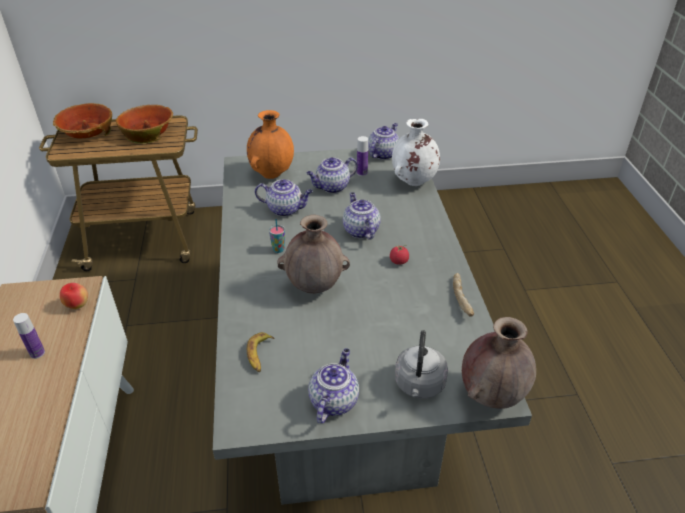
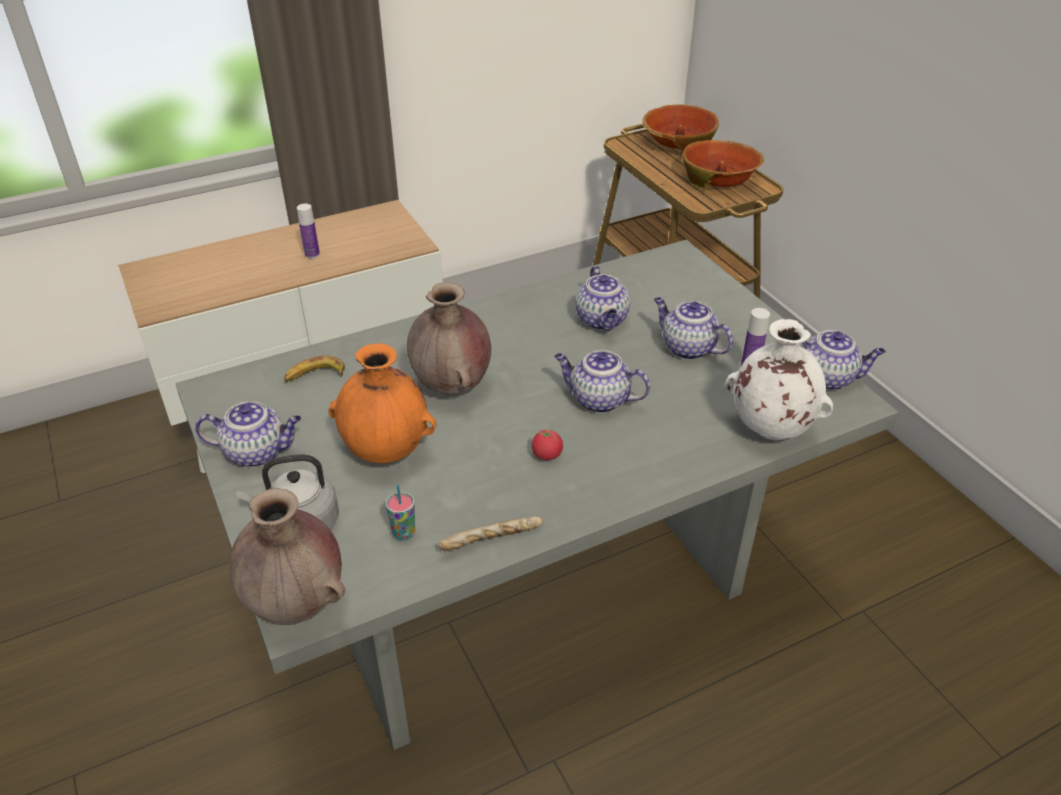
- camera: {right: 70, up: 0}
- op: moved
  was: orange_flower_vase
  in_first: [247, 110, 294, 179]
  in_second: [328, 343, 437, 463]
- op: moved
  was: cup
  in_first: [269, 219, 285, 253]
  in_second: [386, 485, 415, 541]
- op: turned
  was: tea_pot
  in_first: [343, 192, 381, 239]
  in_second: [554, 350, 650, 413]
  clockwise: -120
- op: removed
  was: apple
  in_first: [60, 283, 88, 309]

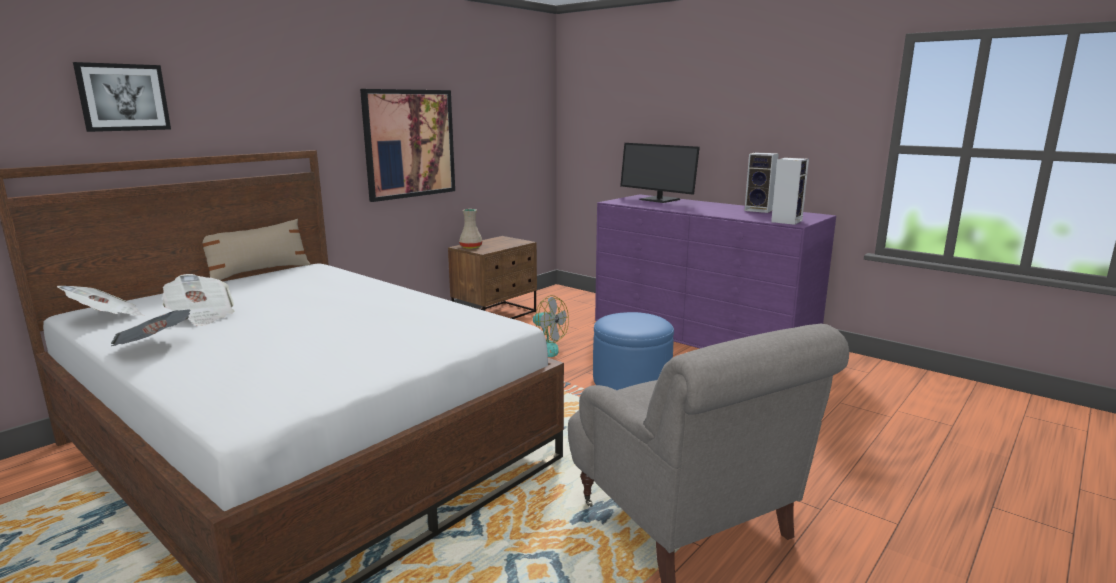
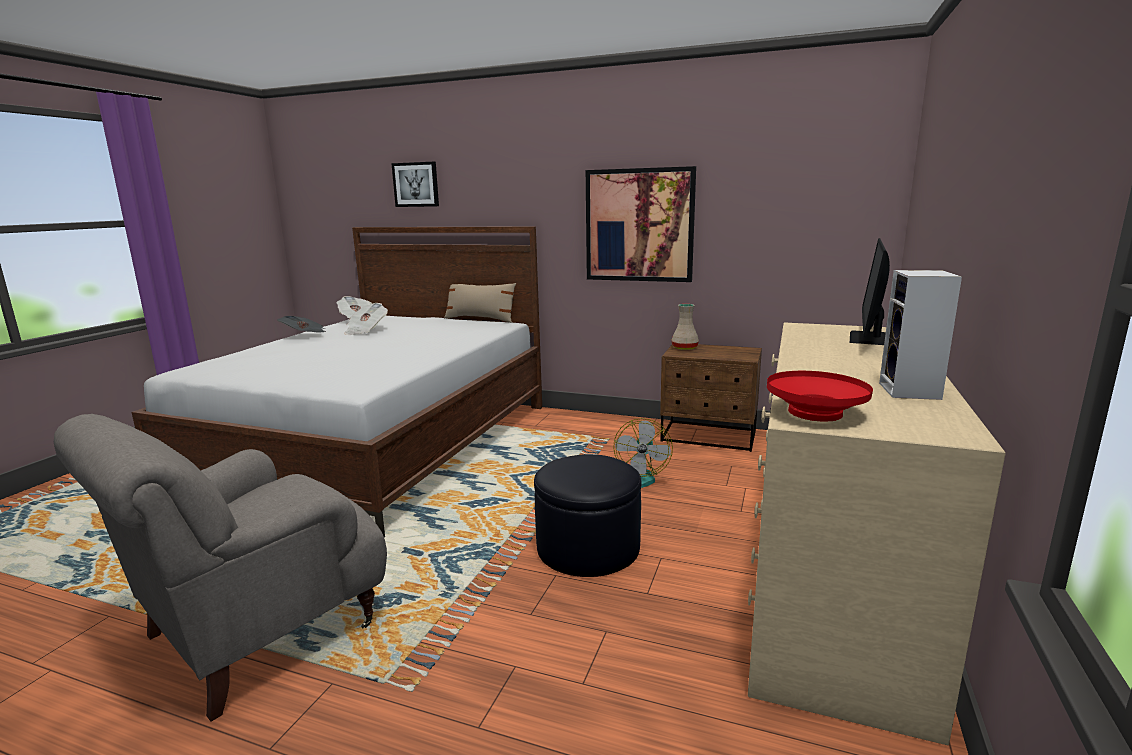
- camera: {right: 70, up: 0}
- op: recoloured
  was: blue_ottoman
  now: black-coloured_ottoman
  in_first: [593, 312, 674, 390]
  in_second: [534, 454, 641, 577]
- op: recoloured
  was: purplish_drawer_chest
  now: sand-coloured_drawer_chest
  in_first: [595, 194, 836, 348]
  in_second: [748, 323, 1006, 745]
- op: replaced
  was: audio_speaker
  now: red_bowl
  in_first: [771, 158, 809, 225]
  in_second: [767, 371, 873, 422]

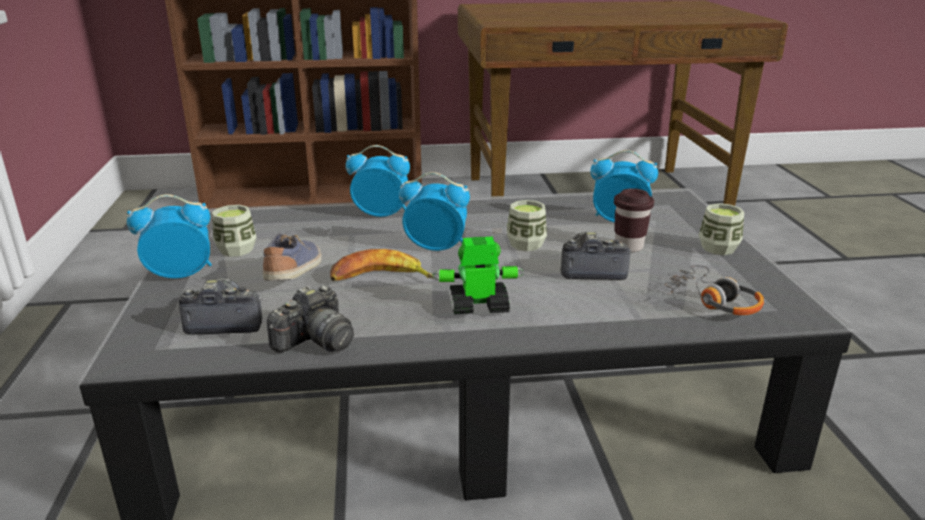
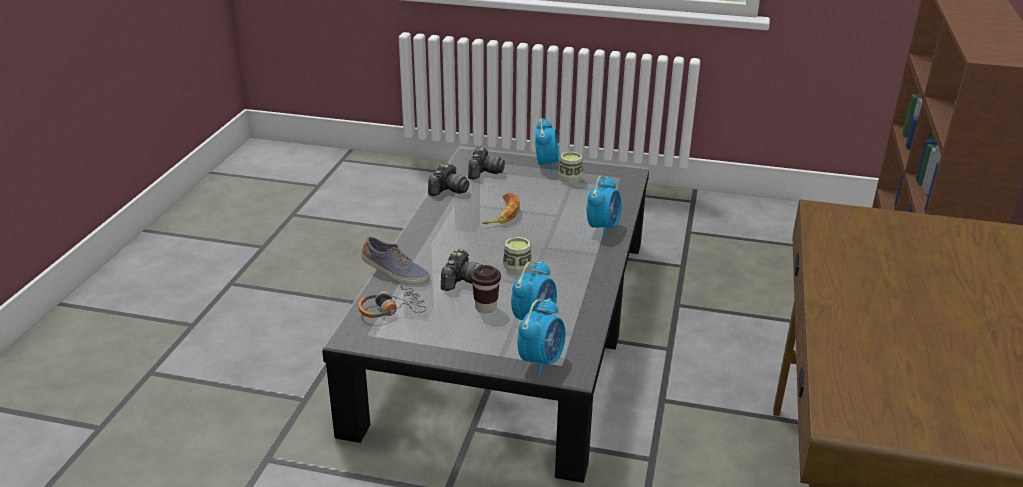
- camera: {right: 110, up: 5}
- op: moved
  was: shoe
  in_first: [263, 233, 322, 281]
  in_second: [361, 236, 430, 285]
- op: turned
  was: still_camera
  in_first: [267, 285, 354, 353]
  in_second: [428, 163, 469, 196]
  clockwise: -120
- op: moved
  was: alarm_clock
  in_first: [399, 172, 470, 251]
  in_second: [517, 298, 565, 376]
- op: removed
  was: toy_robot
  in_first: [432, 237, 524, 315]
- op: removed
  was: cup
  in_first: [699, 203, 744, 255]

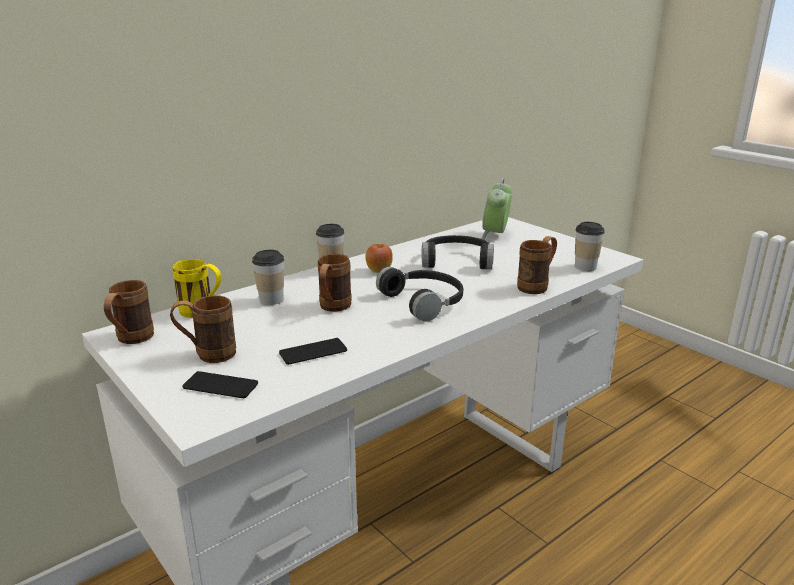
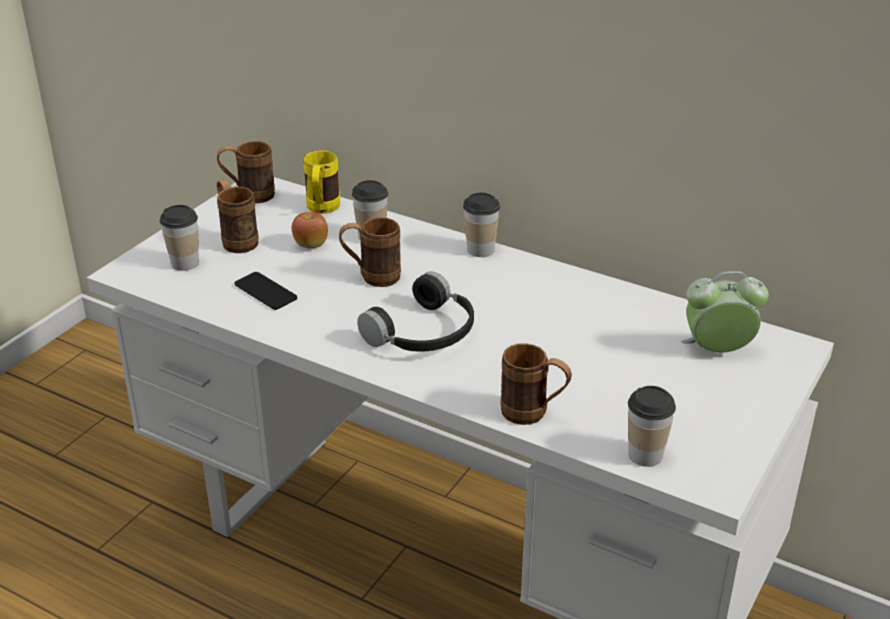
- camera: {right: 70, up: 10}
- op: replaced
  was: phone
  now: cup
  in_first: [182, 371, 258, 398]
  in_second: [160, 205, 199, 271]
- op: moved
  was: apple
  in_first: [366, 244, 393, 273]
  in_second: [292, 212, 328, 249]
- op: removed
  was: black-coloured_headset
  in_first: [421, 235, 494, 269]

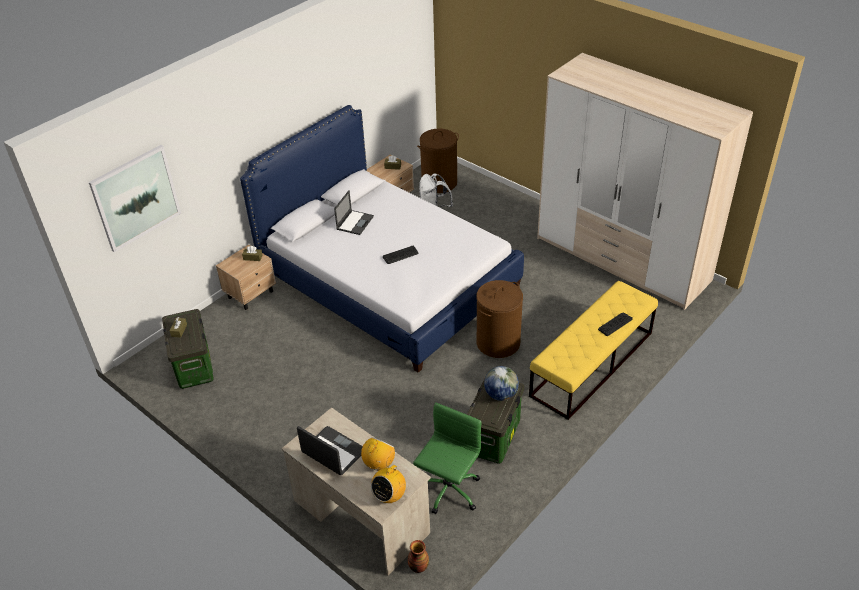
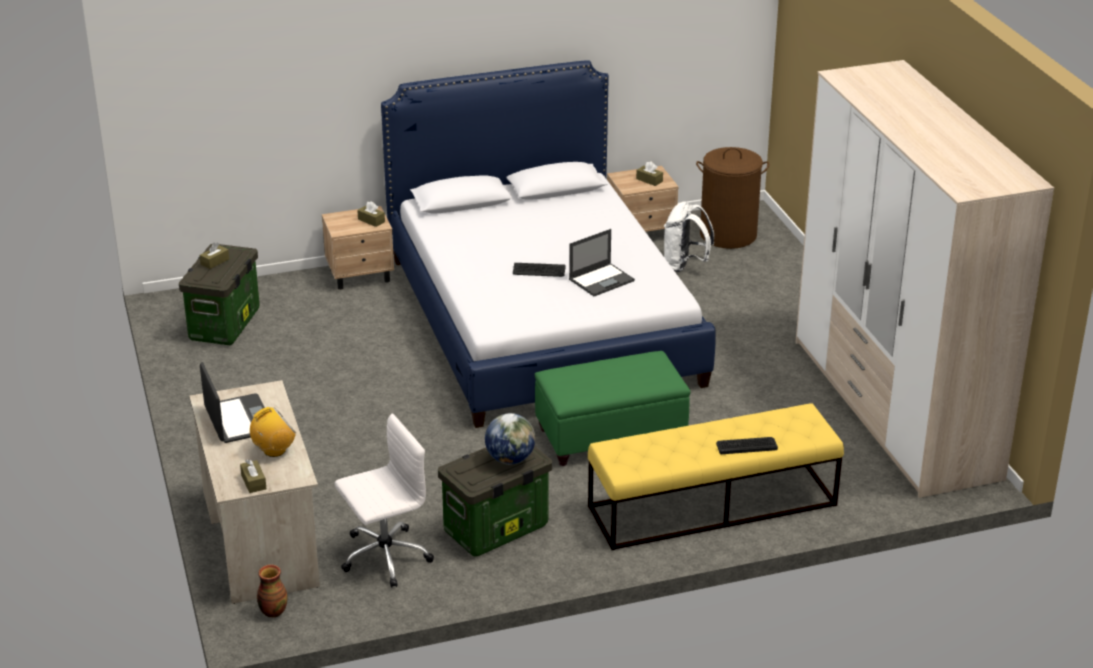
- camera: {right: 30, up: -10}
- op: replaced
  was: radio
  now: brownish_tissue_holder
  in_first: [371, 461, 406, 503]
  in_second: [240, 459, 267, 493]
- op: recoloured
  was: greenish_desk_chair
  now: whitish_desk_chair
  in_first: [413, 402, 481, 514]
  in_second: [334, 413, 434, 587]
- op: replaced
  was: brownish_laundry_basket
  now: greenish_ottoman
  in_first: [476, 280, 523, 358]
  in_second: [535, 351, 691, 466]
- op: moved
  was: laptop
  in_first: [334, 190, 374, 235]
  in_second: [569, 229, 635, 296]
- op: removed
  was: wall_picture
  in_first: [89, 145, 181, 252]

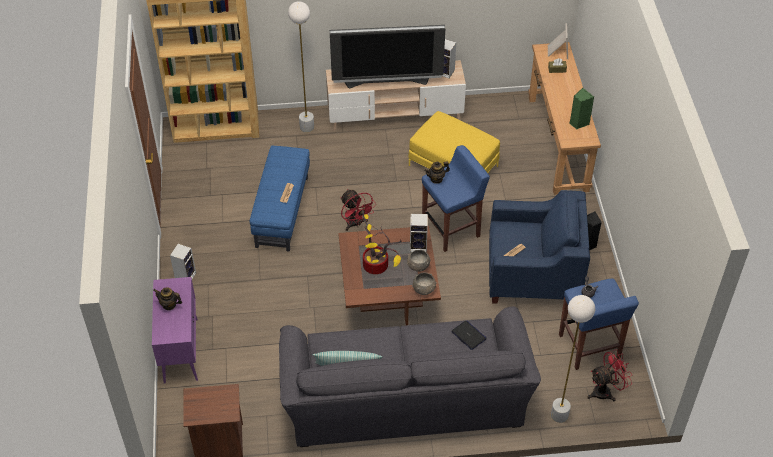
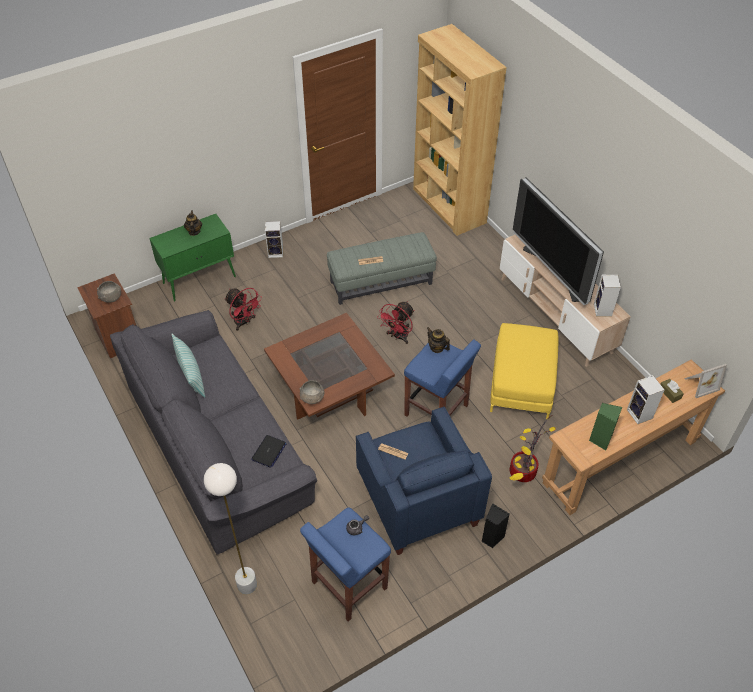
- camera: {right: 65, up: 0}
- op: moved
  was: grey_bowl
  in_first: [407, 250, 431, 272]
  in_second: [97, 281, 121, 303]
- op: recoloured
  was: purplish_storage_cabinet
  now: greenish_storage_cabinet
  in_first: [152, 277, 198, 384]
  in_second: [149, 214, 236, 301]
- op: moved
  was: red_electric_fan
  in_first: [587, 350, 632, 402]
  in_second: [224, 288, 262, 331]
- op: recoloured
  was: blue_ottoman
  now: grey_ottoman
  in_first: [250, 146, 310, 252]
  in_second: [327, 232, 437, 305]
- op: moved
  was: houseplant
  in_first: [362, 204, 401, 274]
  in_second: [509, 415, 556, 482]
- op: moved
  was: audio_speaker
  in_first: [410, 214, 428, 253]
  in_second: [627, 375, 664, 424]
- op: removed
  was: whitish_floor_lamp
  in_first: [288, 1, 314, 132]

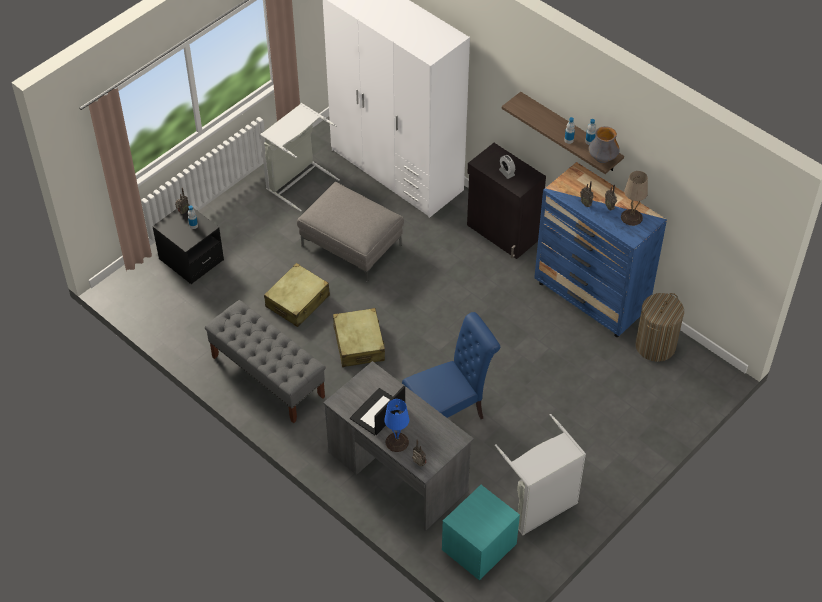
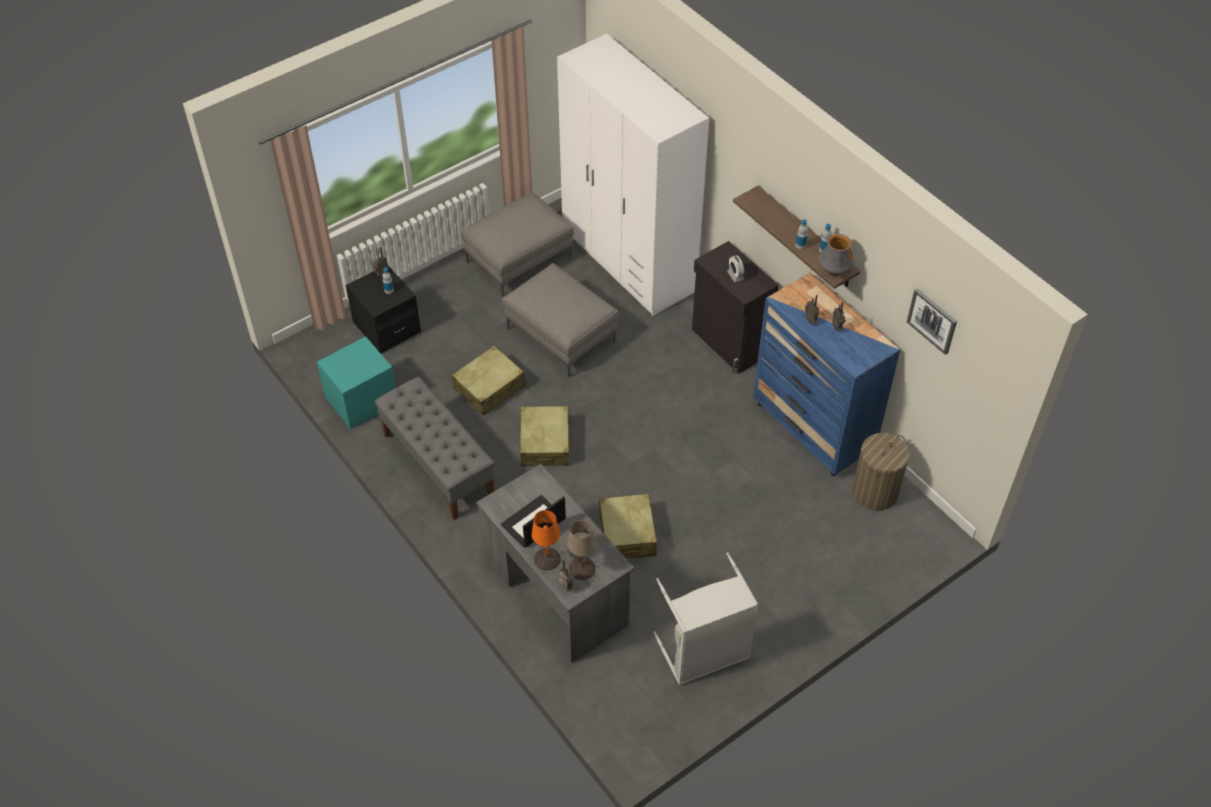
- camera: {right: 10, up: 0}
- op: moved
  was: blue-green_bedside_table
  in_first: [442, 485, 520, 581]
  in_second: [317, 336, 396, 429]
- op: replaced
  was: grey_laundry_basket
  now: grey_ottoman
  in_first: [260, 103, 340, 212]
  in_second: [461, 192, 574, 297]
- op: recoloured
  was: blue_table_lamp
  now: orange_table_lamp
  in_first: [384, 399, 409, 452]
  in_second: [532, 510, 561, 570]
- op: moved
  was: sand-coloured_table_lamp
  in_first: [621, 171, 648, 226]
  in_second: [567, 520, 596, 580]
- op: replaced
  was: blue_chair
  now: sand-coloured_piece_of_luggage
  in_first: [402, 312, 500, 419]
  in_second: [598, 494, 657, 559]
- op: added
  now: wall_picture
  in_second: [907, 289, 957, 355]

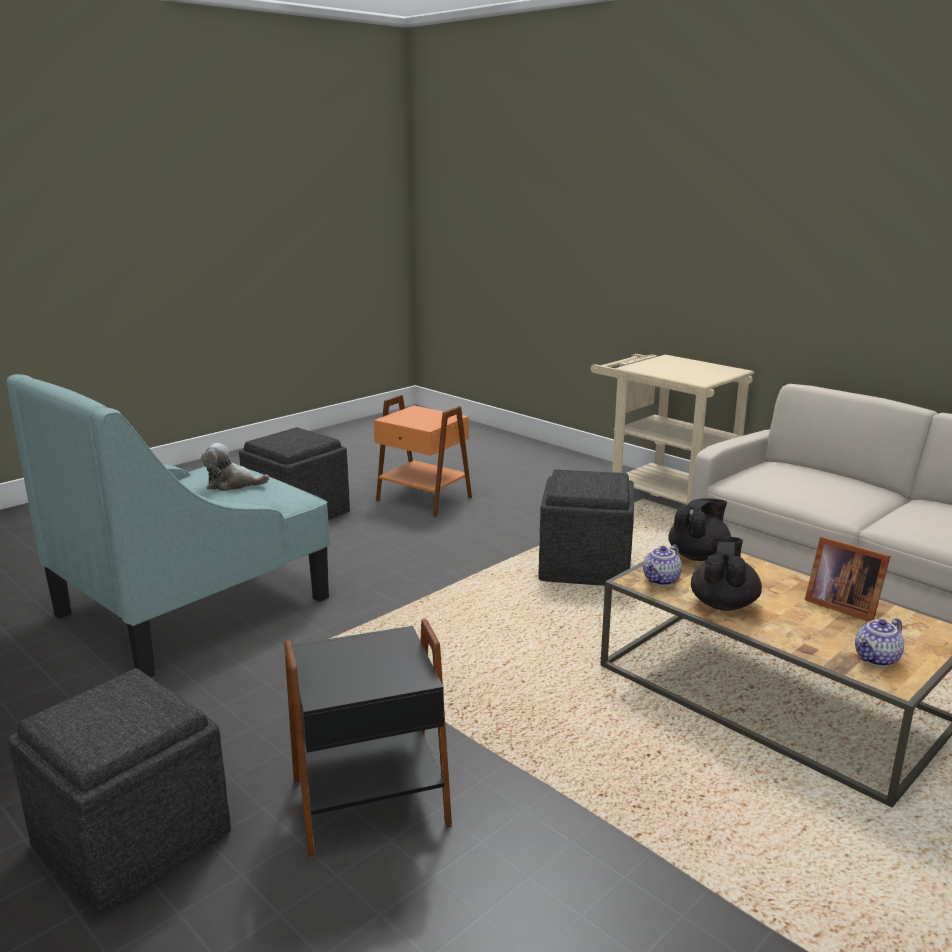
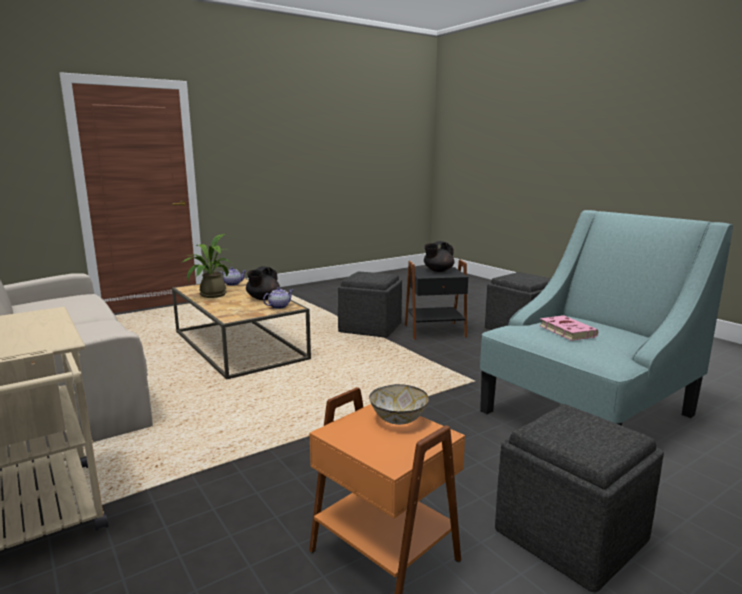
- camera: {right: -170, up: -5}
- op: replaced
  was: picture_frame
  now: houseplant
  in_first: [805, 536, 890, 621]
  in_second: [181, 234, 233, 298]
- op: moved
  was: grey_ottoman
  in_first: [539, 469, 634, 586]
  in_second: [337, 271, 402, 338]
- op: added
  now: bowl
  in_second: [369, 384, 429, 425]
- op: moved
  was: black-coloured_tea_pot
  in_first: [668, 498, 731, 561]
  in_second: [424, 241, 454, 272]
- op: replaced
  was: soft_toy
  now: pink_volume
  in_first: [201, 443, 269, 491]
  in_second: [539, 315, 598, 341]

